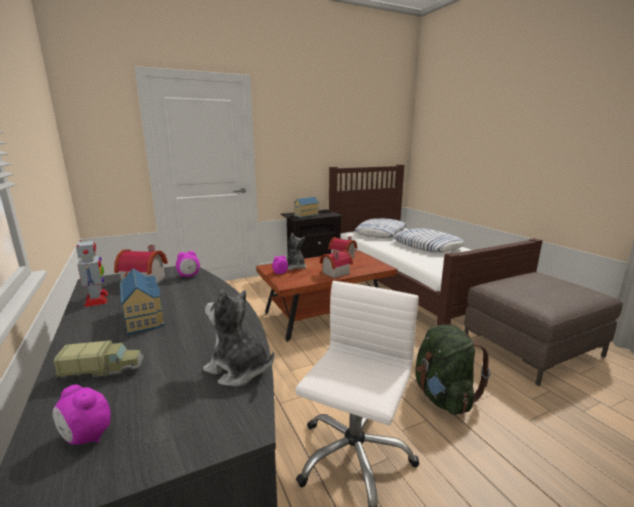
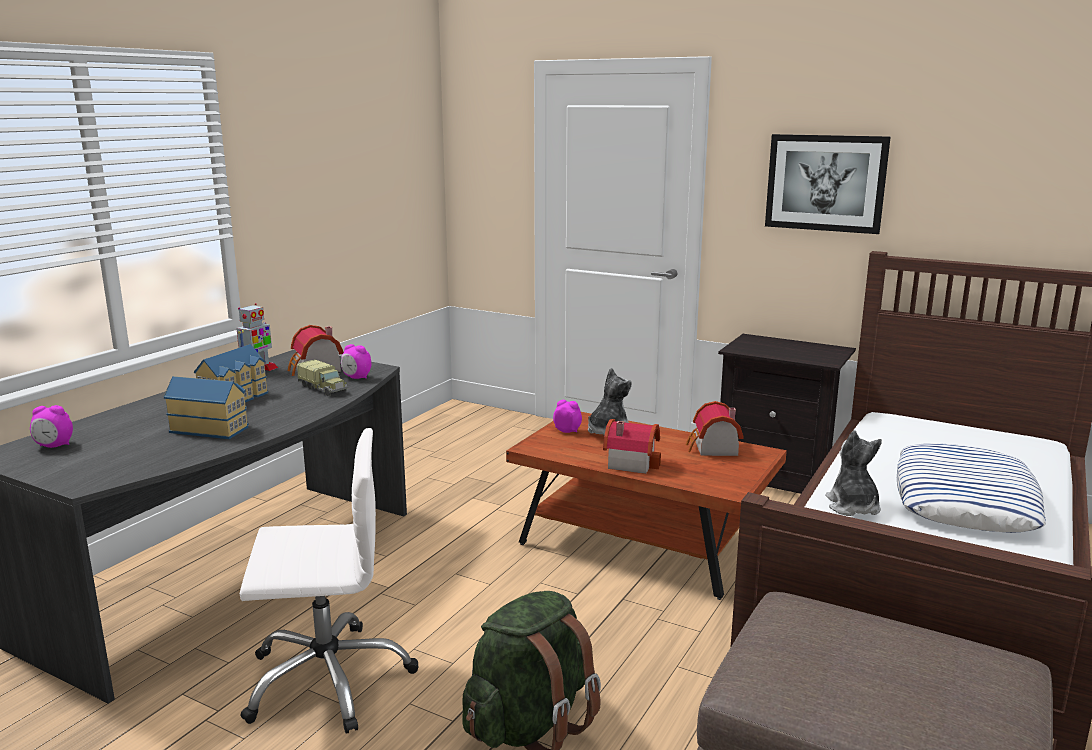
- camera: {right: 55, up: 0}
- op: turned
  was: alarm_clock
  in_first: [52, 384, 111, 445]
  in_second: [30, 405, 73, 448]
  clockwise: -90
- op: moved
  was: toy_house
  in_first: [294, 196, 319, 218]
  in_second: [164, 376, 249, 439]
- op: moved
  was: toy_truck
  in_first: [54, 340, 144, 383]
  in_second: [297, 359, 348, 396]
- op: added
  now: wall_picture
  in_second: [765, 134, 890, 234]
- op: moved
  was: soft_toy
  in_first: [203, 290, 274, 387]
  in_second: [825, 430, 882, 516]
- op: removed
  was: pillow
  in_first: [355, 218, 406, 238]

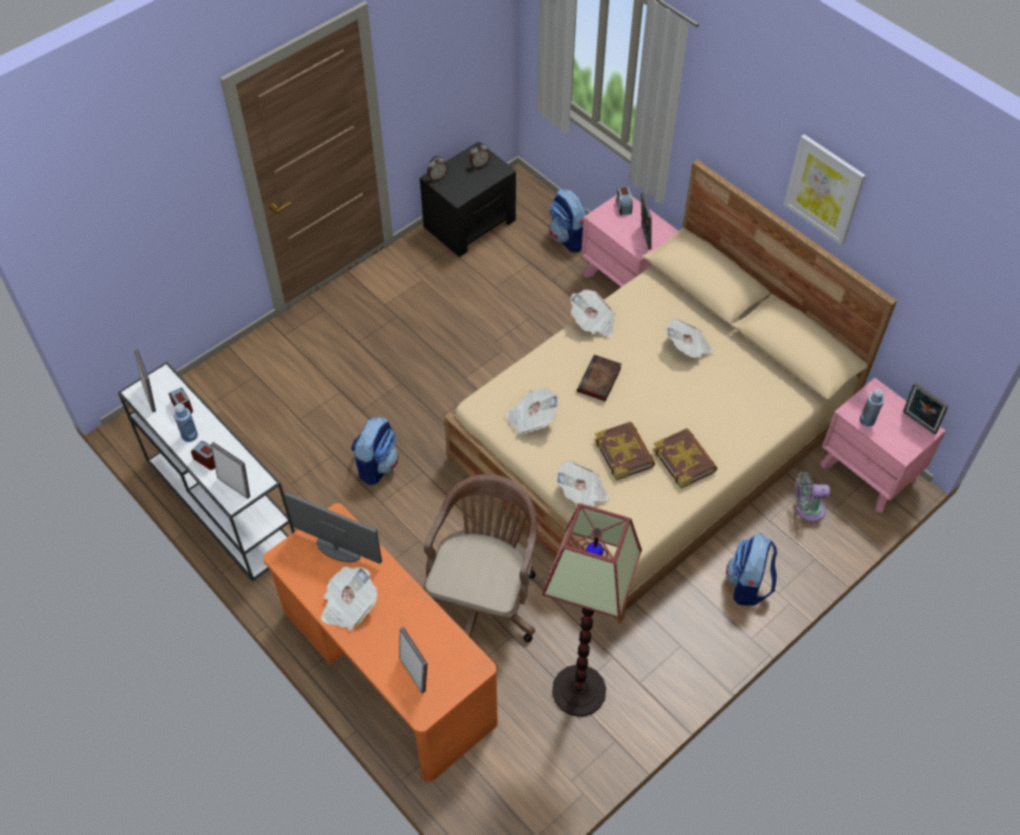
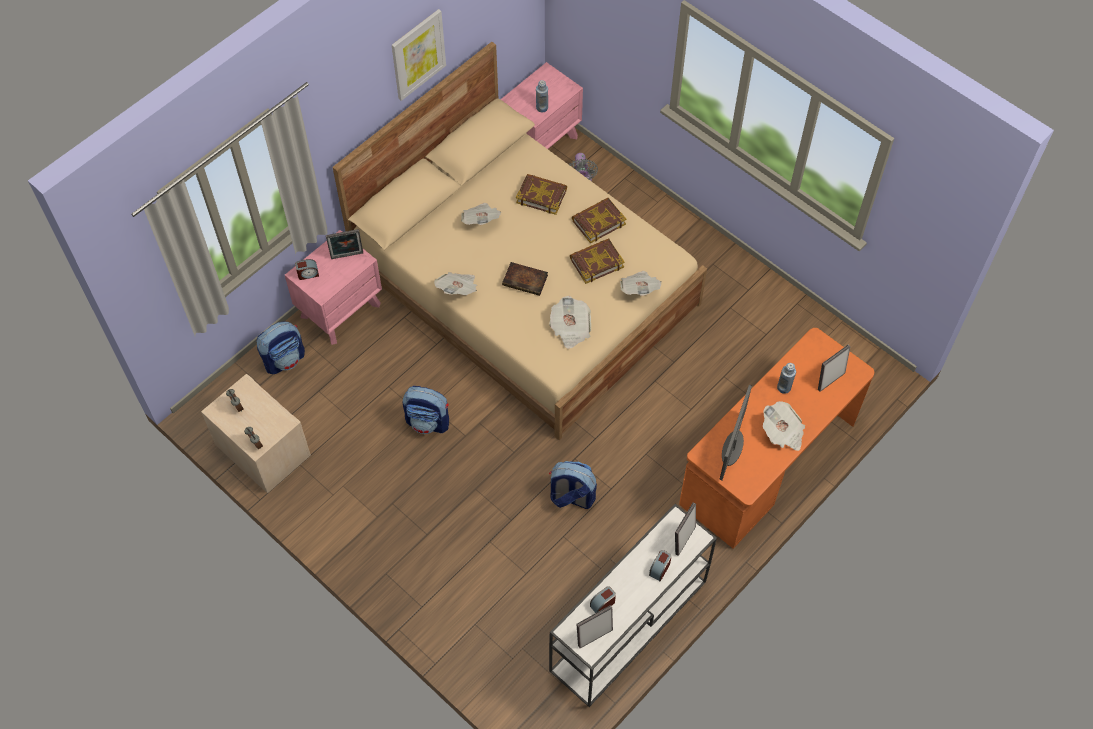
- camera: {right: -95, up: 5}
- op: recoloured
  was: black-coloured_bedside_table
  now: sand-coloured_bedside_table
  in_first: [420, 142, 516, 257]
  in_second: [201, 374, 311, 493]
- op: moved
  was: knapsack
  in_first: [726, 534, 777, 606]
  in_second: [403, 386, 449, 434]
- op: added
  now: volume
  in_second: [516, 174, 567, 215]
- op: moved
  was: blue_drink_bottle
  in_first: [174, 404, 198, 442]
  in_second: [777, 363, 796, 394]
- op: removed
  was: brownish_desk_chair
  in_first: [423, 474, 537, 642]
- op: removed
  was: floor_lamp
  in_first: [542, 503, 642, 717]
- op: removed
  was: picture_frame
  in_first: [903, 382, 949, 435]

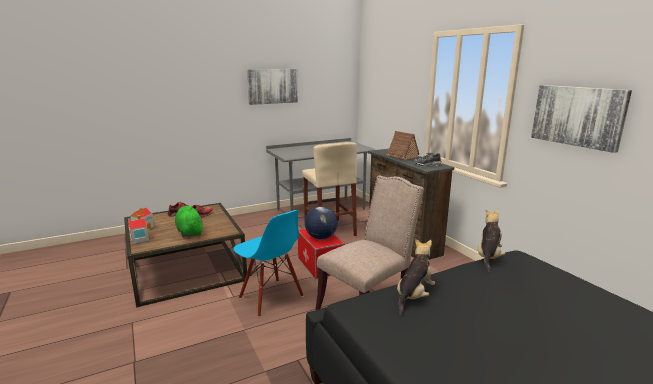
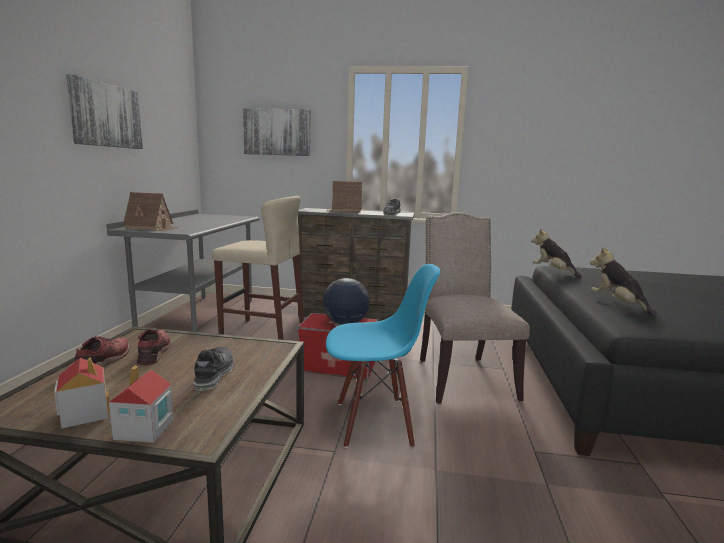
- camera: {right: -55, up: -5}
- op: added
  now: toy_house
  in_second: [123, 192, 178, 231]
- op: replaced
  was: greenish_soft_toy
  now: shoe
  in_first: [175, 206, 203, 238]
  in_second: [193, 346, 234, 391]
- op: moved
  was: wall_picture
  in_first: [531, 85, 632, 153]
  in_second: [243, 108, 310, 156]

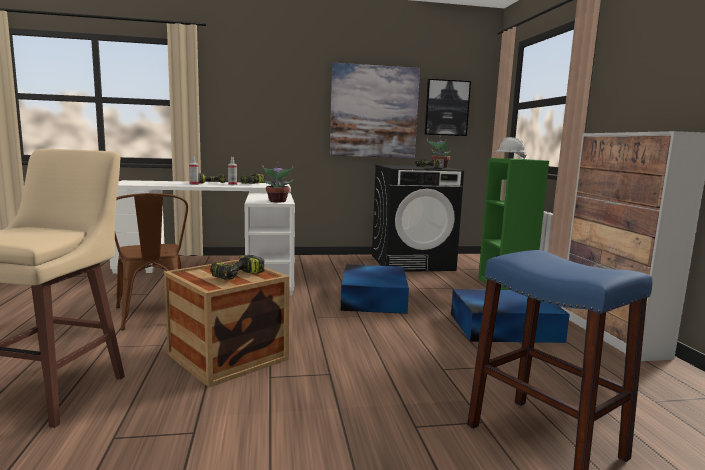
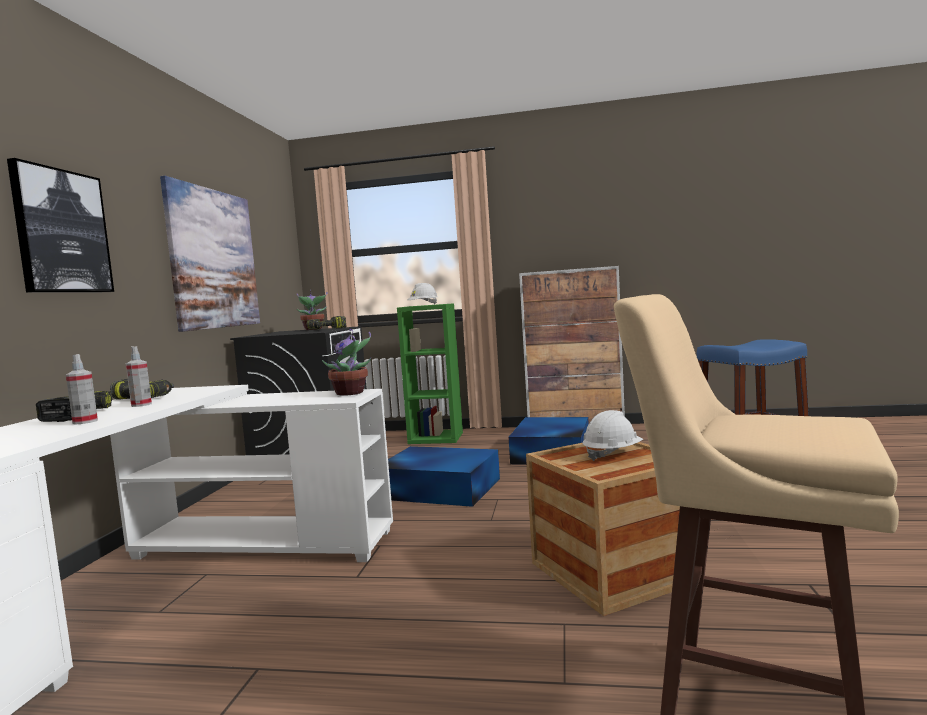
- camera: {right: -70, up: -5}
- op: moved
  was: wall_picture
  in_first: [424, 79, 471, 136]
  in_second: [7, 158, 114, 293]
- op: replaced
  was: power_drill
  now: whitish_hard_hat
  in_first: [210, 255, 264, 280]
  in_second: [582, 410, 643, 461]
- op: removed
  was: brownish_chair
  in_first: [115, 193, 188, 330]

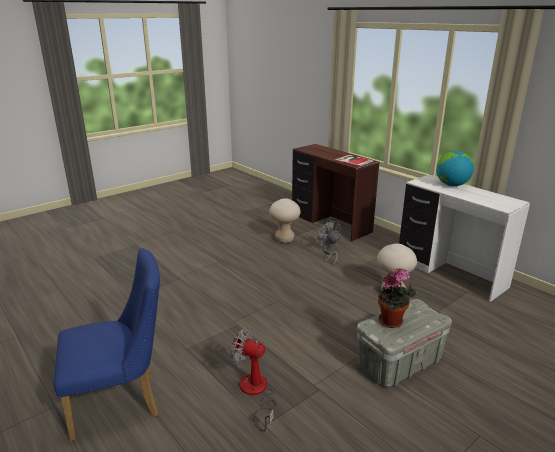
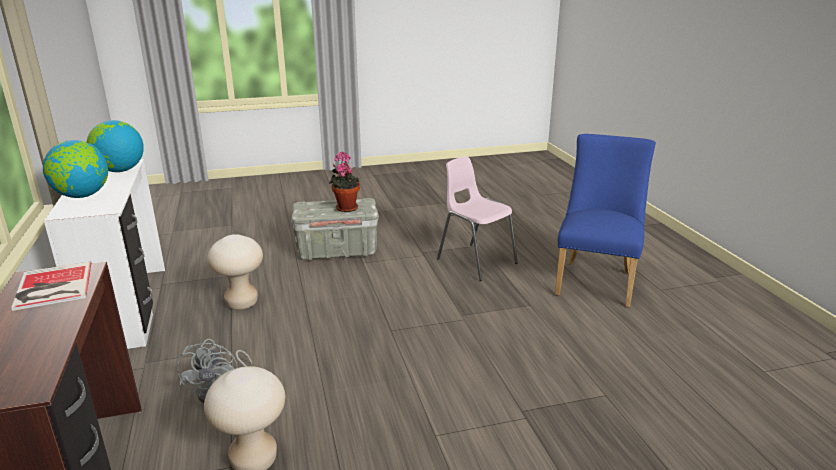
- camera: {right: -155, up: 0}
- op: added
  now: world_globe
  in_second: [87, 120, 144, 172]
- op: replaced
  was: electric_fan
  now: pink_chair
  in_first: [231, 328, 276, 431]
  in_second: [437, 157, 518, 281]
- op: turned
  was: blue_chair
  in_first: [54, 248, 160, 441]
  in_second: [555, 134, 656, 307]
  clockwise: 105

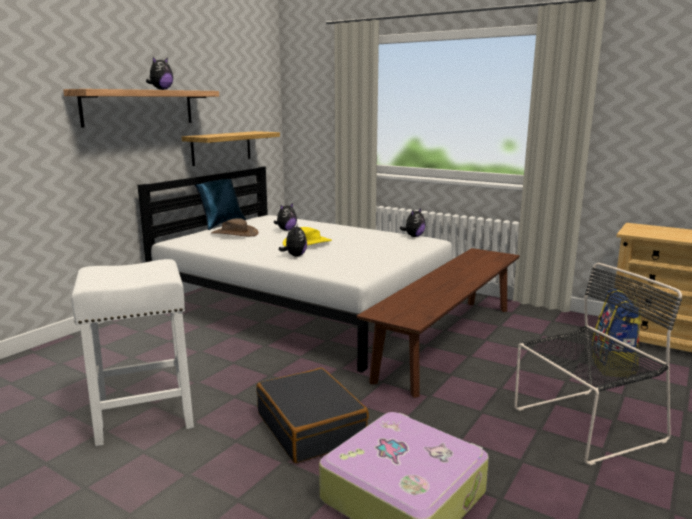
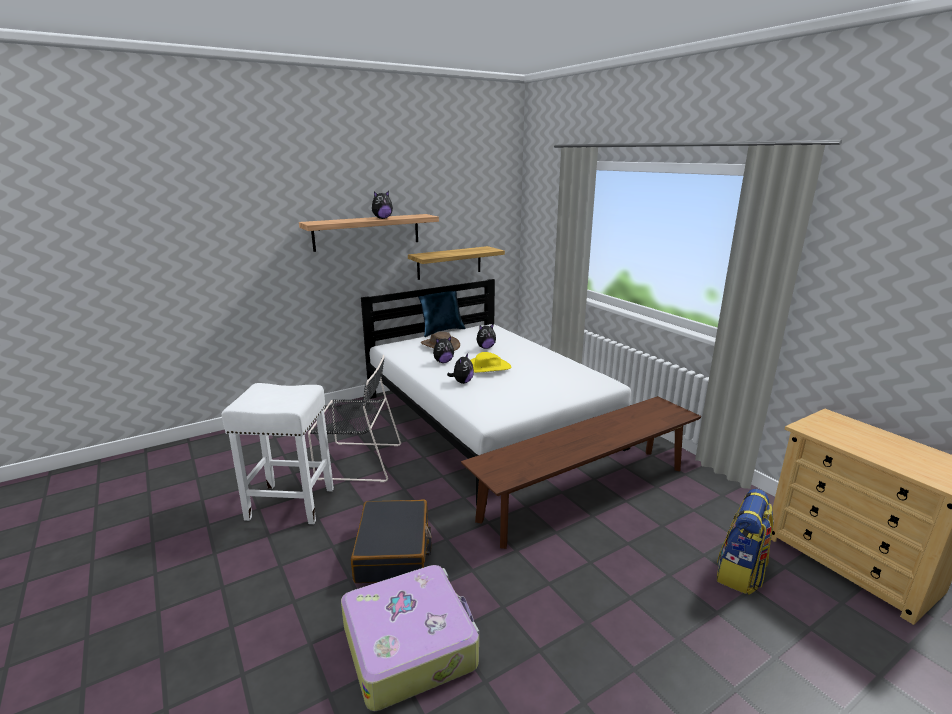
- camera: {right: 25, up: 5}
- op: moved
  was: black-coloured_chair
  in_first: [514, 263, 682, 465]
  in_second: [308, 355, 401, 482]
- op: moved
  was: soft_toy
  in_first: [400, 208, 425, 237]
  in_second: [433, 336, 454, 363]

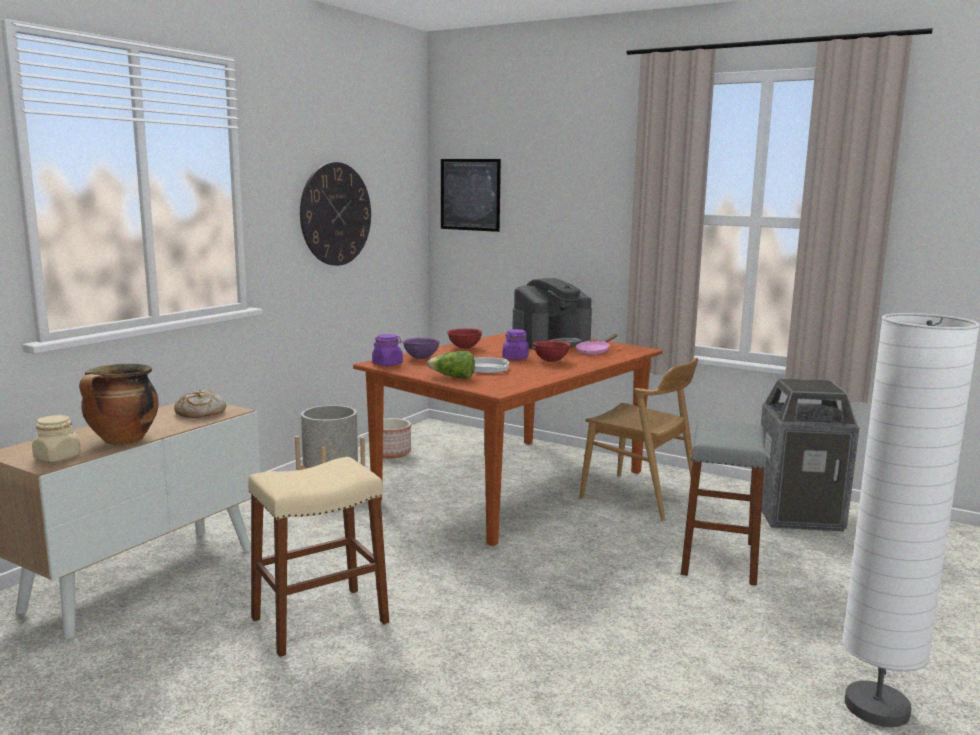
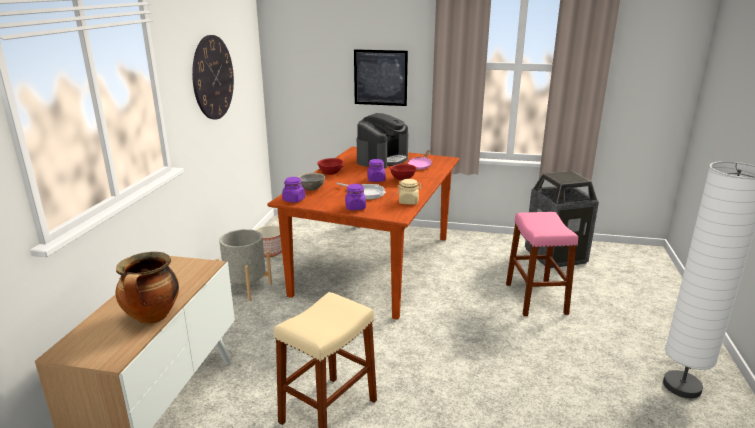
- camera: {right: -20, up: 10}
- op: recoloured
  was: purplish_bowl
  now: grey_bowl
  in_first: [402, 337, 440, 359]
  in_second: [298, 173, 325, 191]
- op: replaced
  was: head_of_lettuce
  now: purplish_storage_jar
  in_first: [427, 351, 475, 379]
  in_second: [345, 184, 366, 210]
- op: moved
  was: wall_picture
  in_first: [441, 159, 501, 232]
  in_second: [354, 49, 408, 106]
- op: moved
  was: sand-coloured_storage_jar
  in_first: [32, 415, 81, 462]
  in_second: [397, 179, 422, 205]
- op: recoloured
  was: grey_stool_seat
  now: pink_stool_seat
  in_first: [681, 420, 766, 585]
  in_second: [506, 212, 578, 316]
- op: removed
  was: bread
  in_first: [174, 390, 226, 418]
- op: removed
  was: brownish_chair
  in_first: [579, 358, 698, 521]

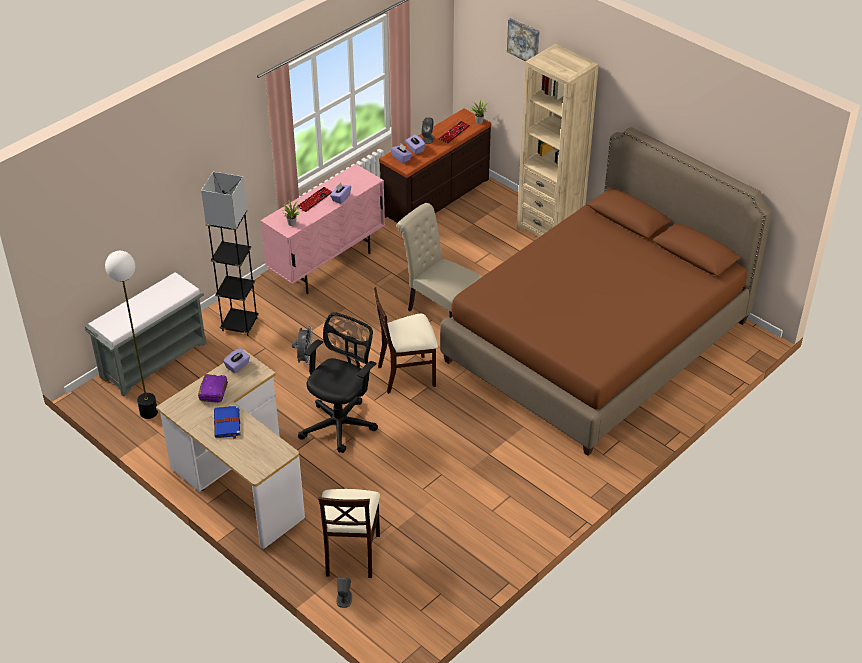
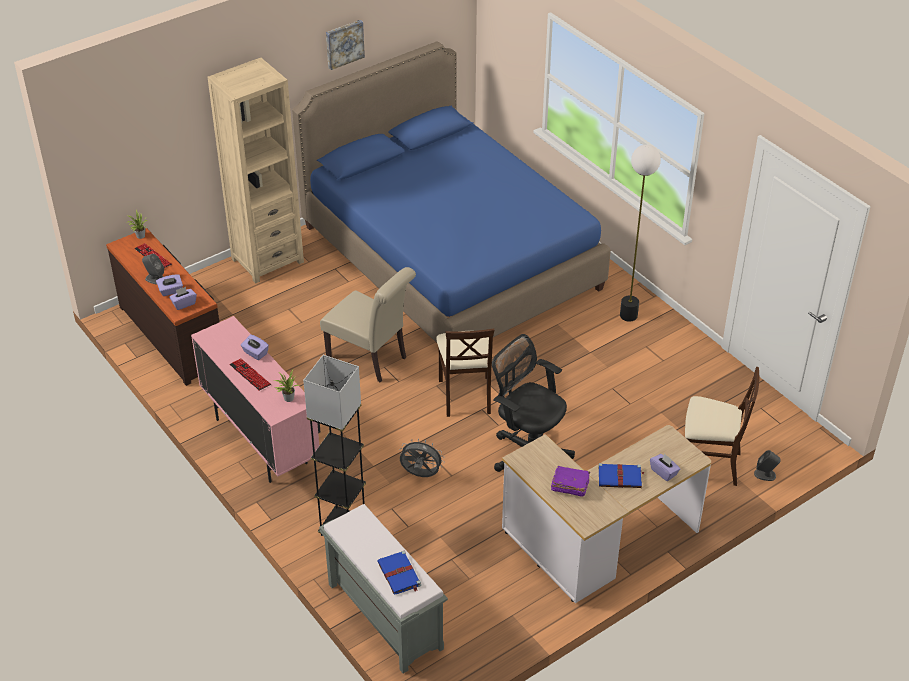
- camera: {right: -80, up: 0}
- op: recoloured
  was: brownish_bedroom_bed
  now: blue_bedroom_bed
  in_first: [440, 127, 773, 456]
  in_second: [292, 41, 611, 343]
- op: turned
  was: sand-coloured_chair
  in_first: [396, 203, 483, 318]
  in_second: [320, 267, 416, 382]
  clockwise: -105
- op: moved
  was: wall_picture
  in_first: [507, 18, 540, 61]
  in_second: [326, 20, 365, 70]
- op: added
  now: blue_volume
  in_second: [378, 551, 421, 595]
- op: moved
  was: floor_lamp
  in_first: [105, 251, 158, 419]
  in_second: [620, 145, 661, 322]
- op: moved
  was: purplish_tissue_holder
  in_first: [223, 348, 250, 373]
  in_second: [650, 453, 680, 481]

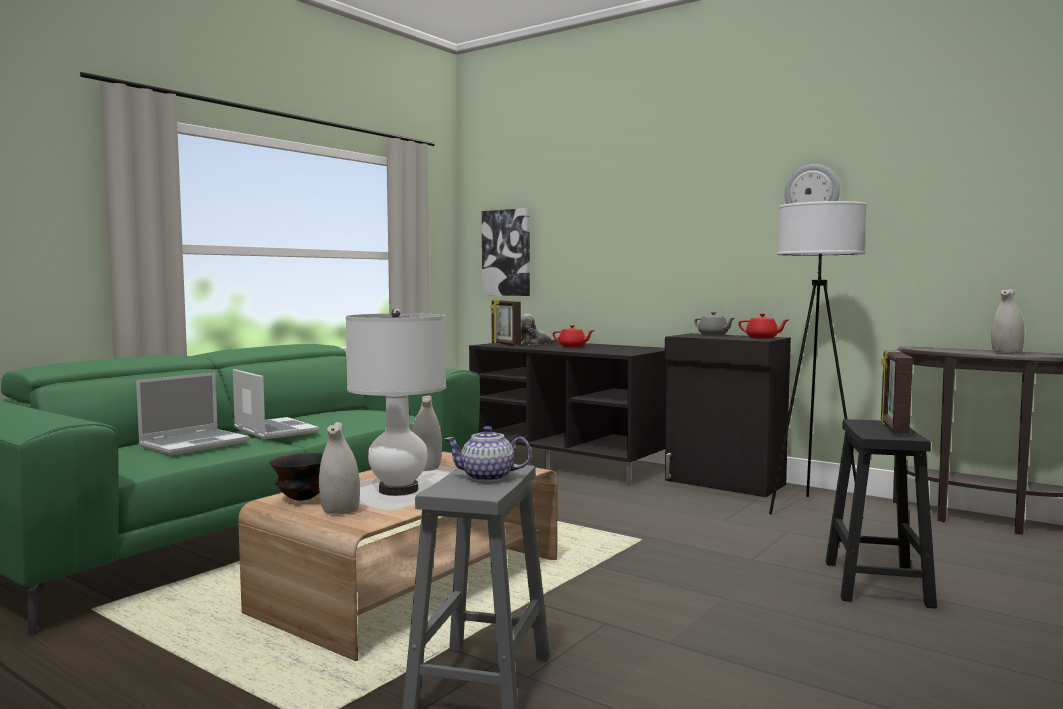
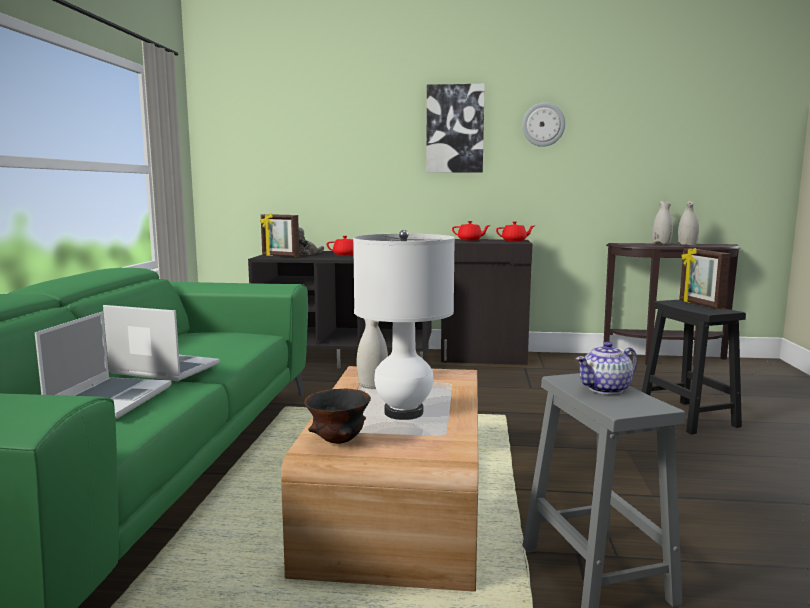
- camera: {right: -30, up: 5}
- op: moved
  was: wall_picture
  in_first: [482, 208, 530, 296]
  in_second: [426, 84, 485, 173]
- op: recoloured
  was: grey_tea_pot
  now: red_tea_pot
  in_first: [694, 312, 735, 336]
  in_second: [452, 221, 491, 240]
- op: moved
  was: whitish_flower_vase
  in_first: [319, 422, 360, 514]
  in_second: [652, 201, 673, 244]
- op: removed
  was: whitish_floor_lamp
  in_first: [769, 201, 867, 514]

